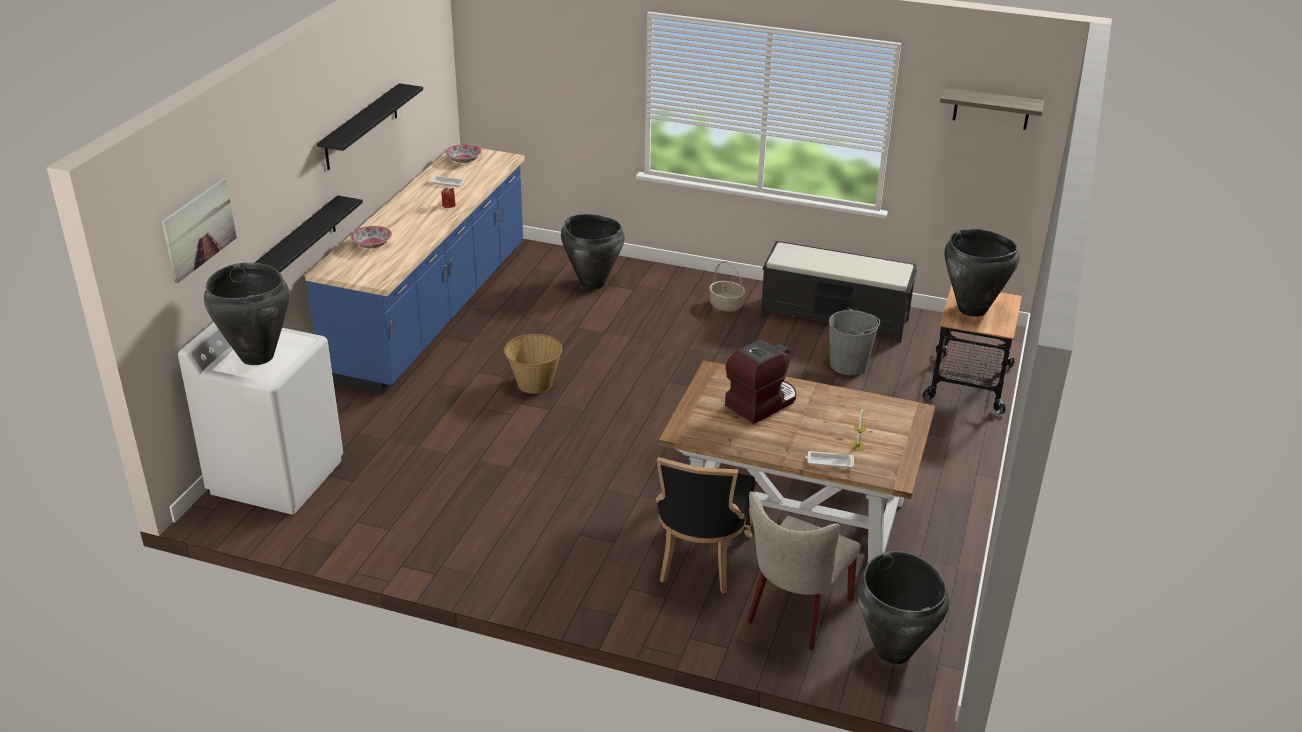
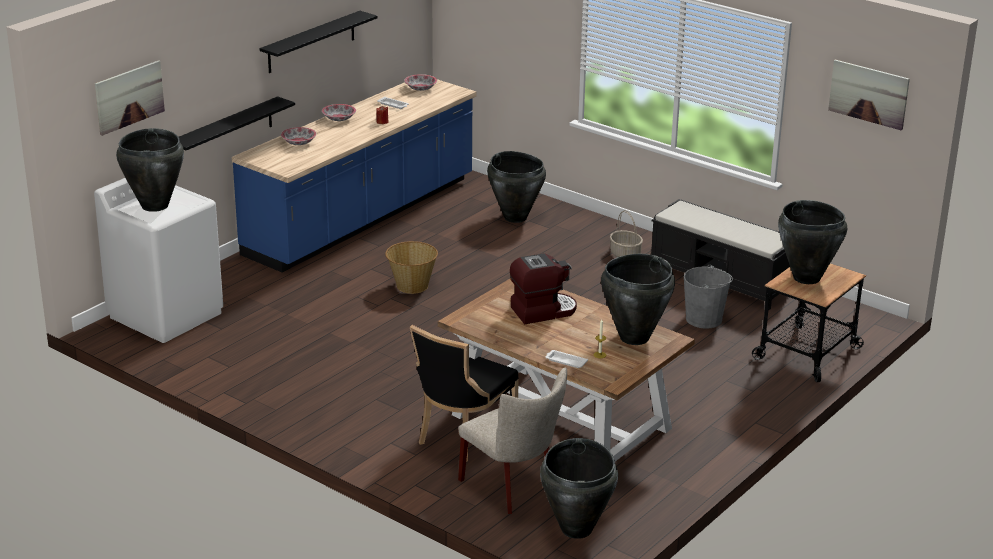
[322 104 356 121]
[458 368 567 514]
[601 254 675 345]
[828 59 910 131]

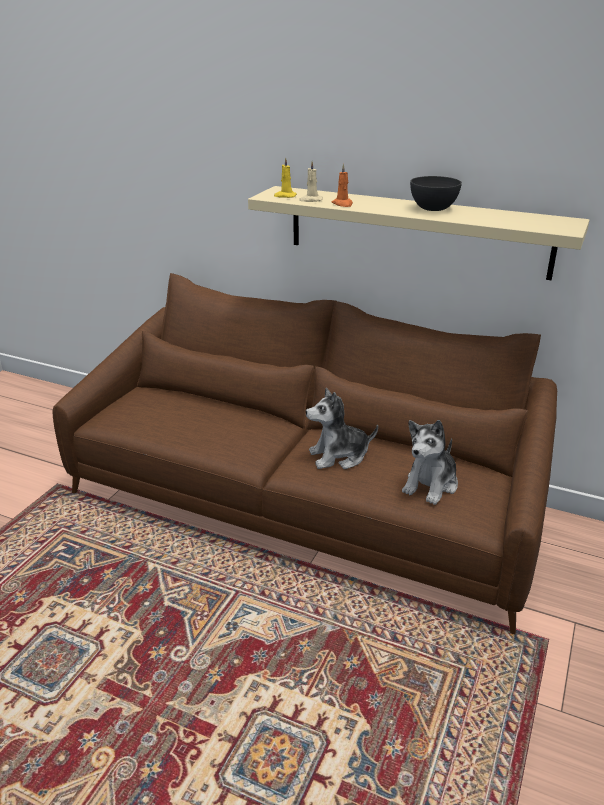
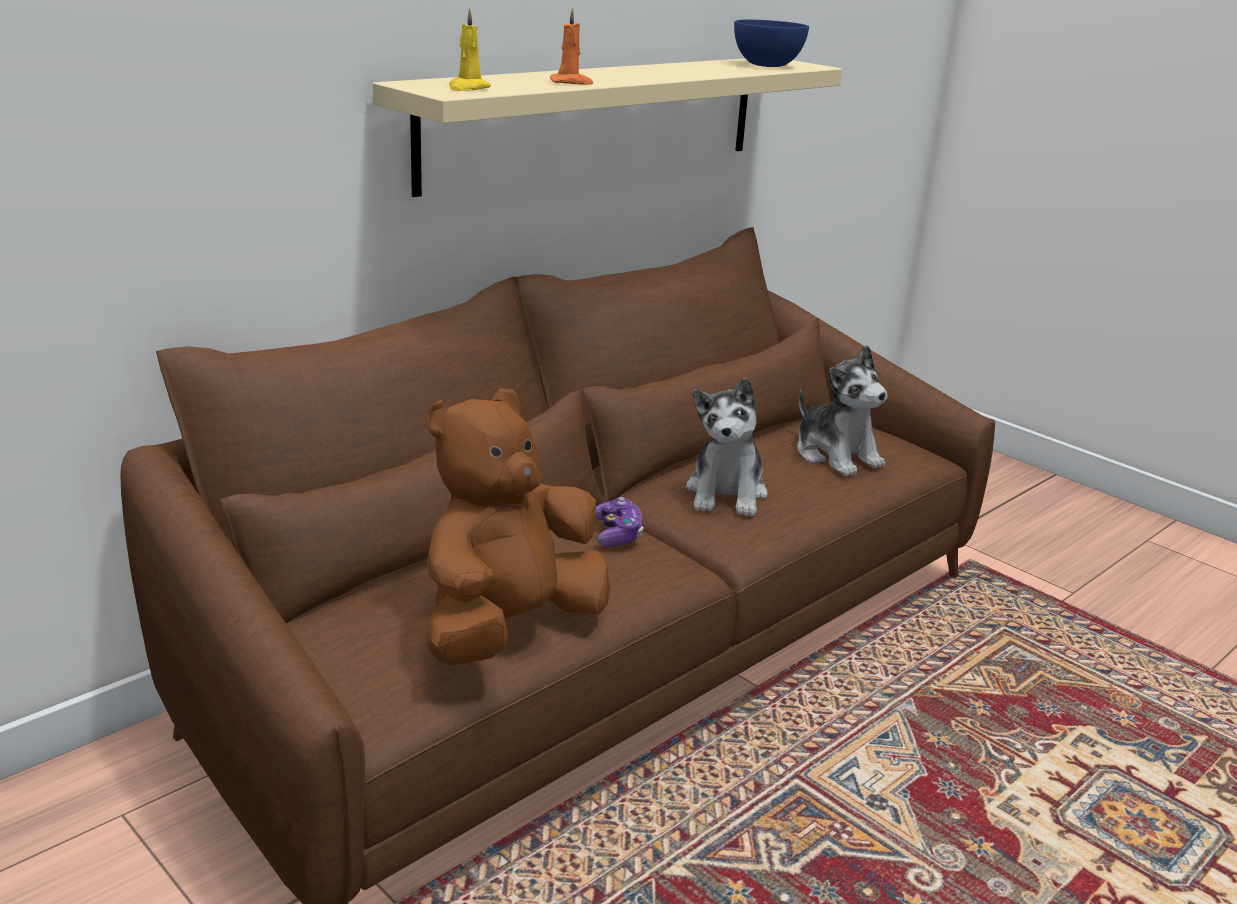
[426 388 611 665]
[595 497 644 547]
[734 19 809 67]
[299 162 323 202] (first image)
[410 176 462 211] (first image)

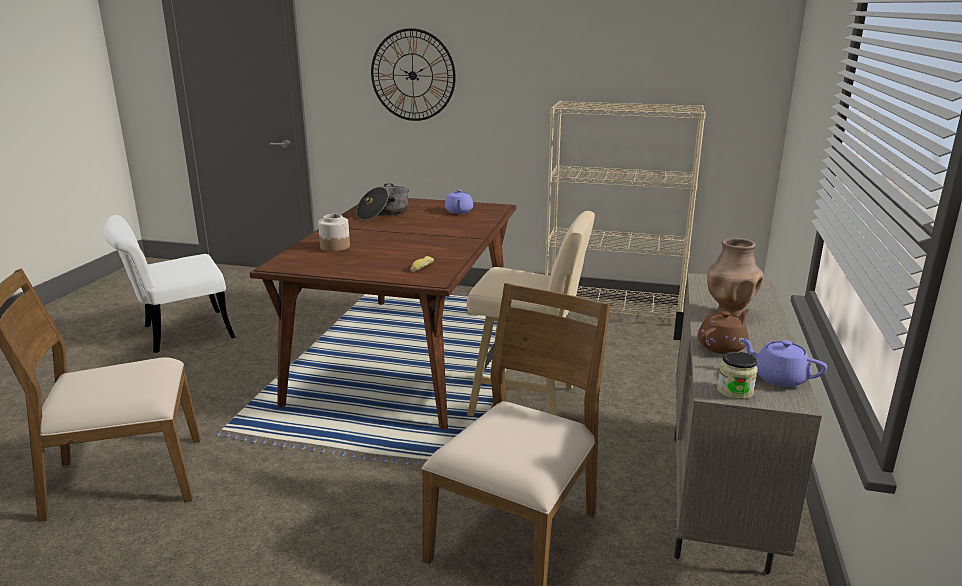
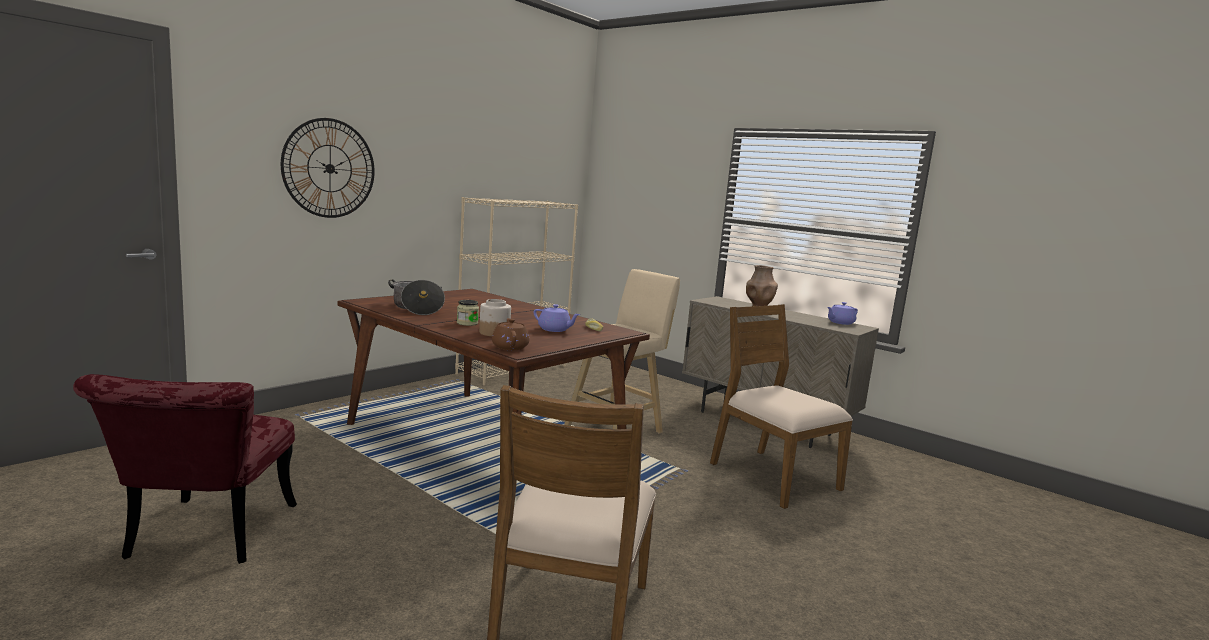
[73 374 297 564]
[457 300 479 326]
[492 318 529 350]
[534 304 580 332]

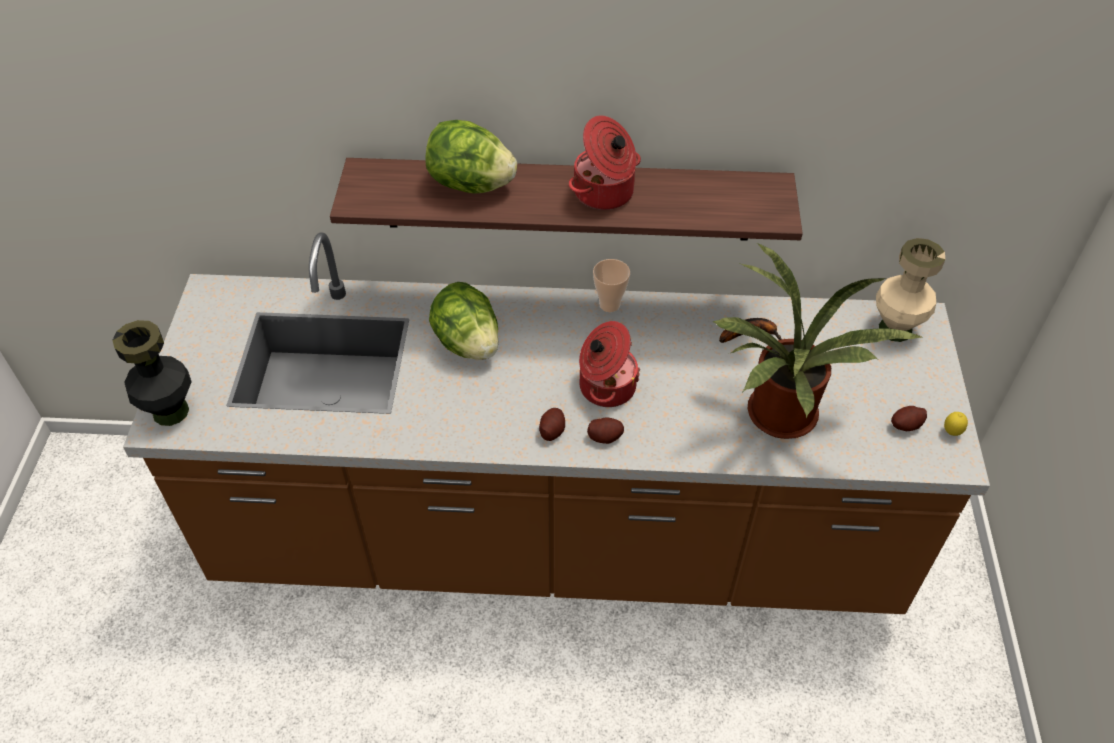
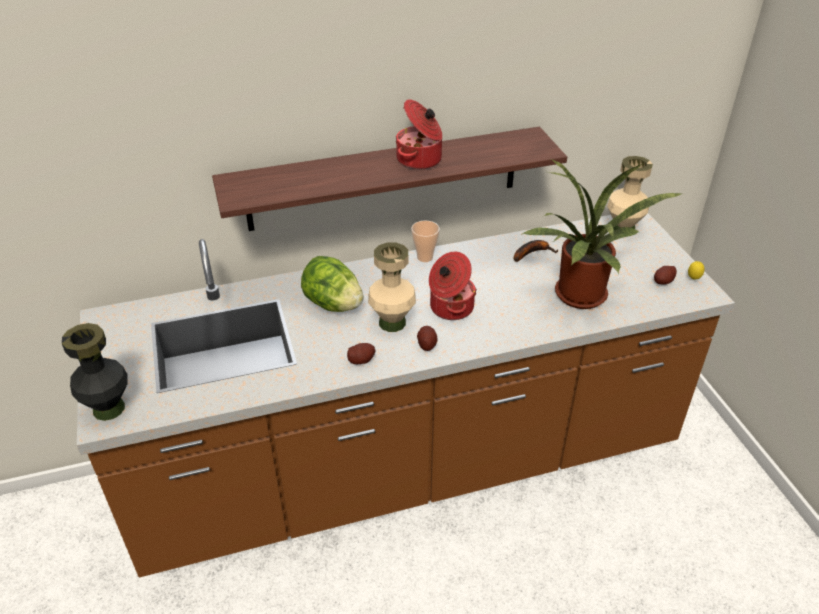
[347 343 376 364]
[368 242 416 332]
[425 120 517 194] (first image)

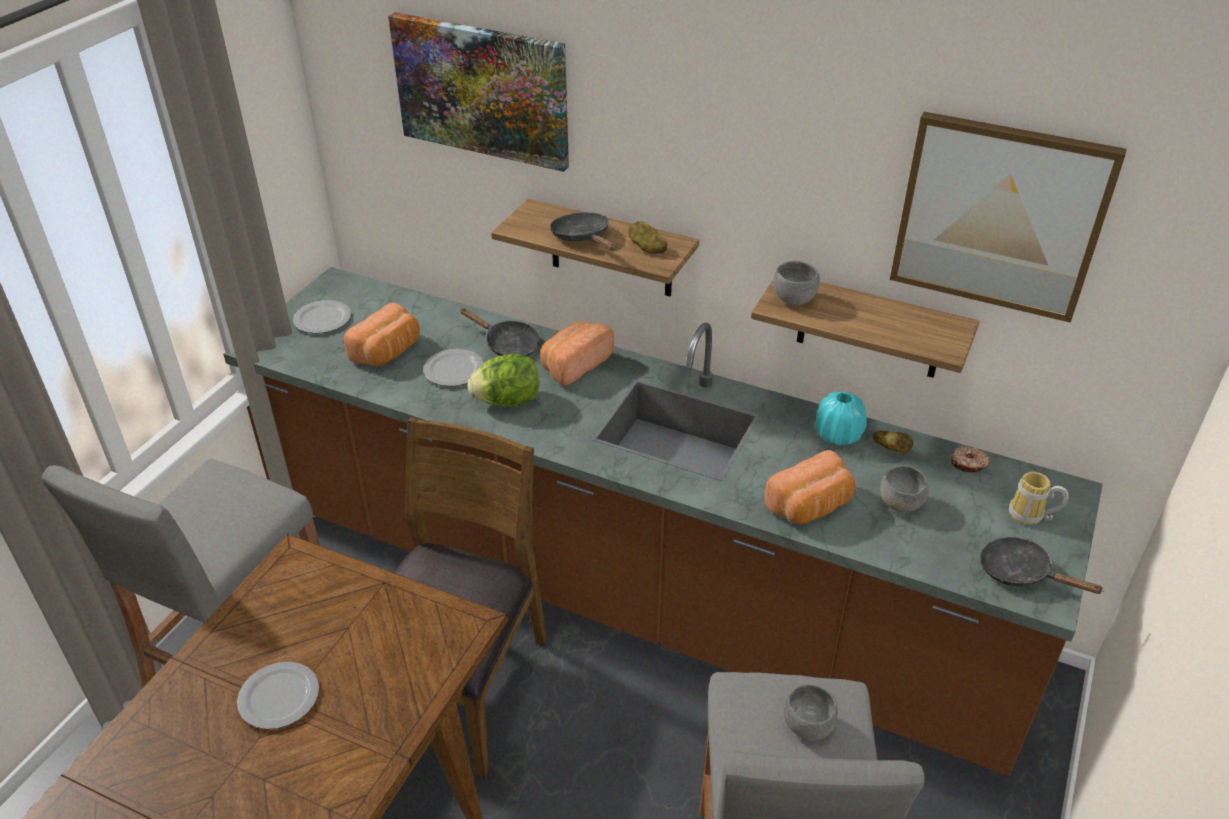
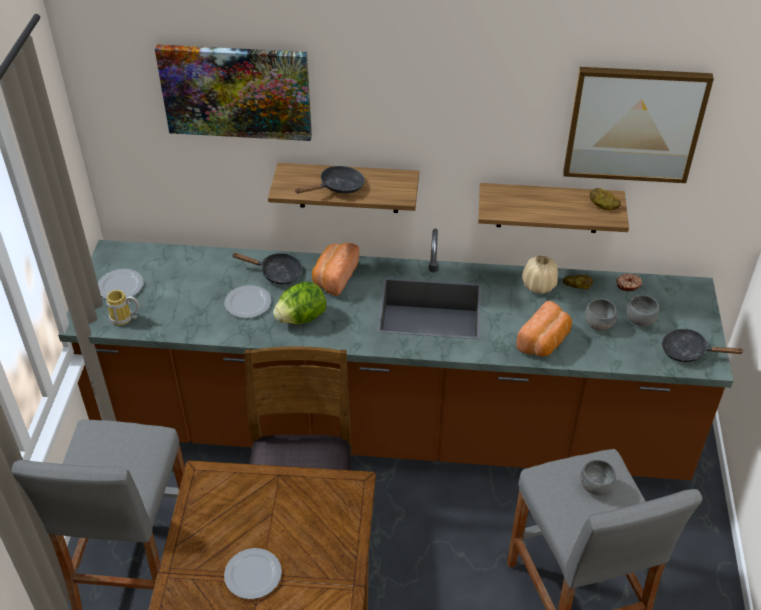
[106 290 139 325]
[294 166 365 194]
[522 256 558 293]
[590 188 621 210]
[627 295 659 327]
[344 302 420 366] (first image)

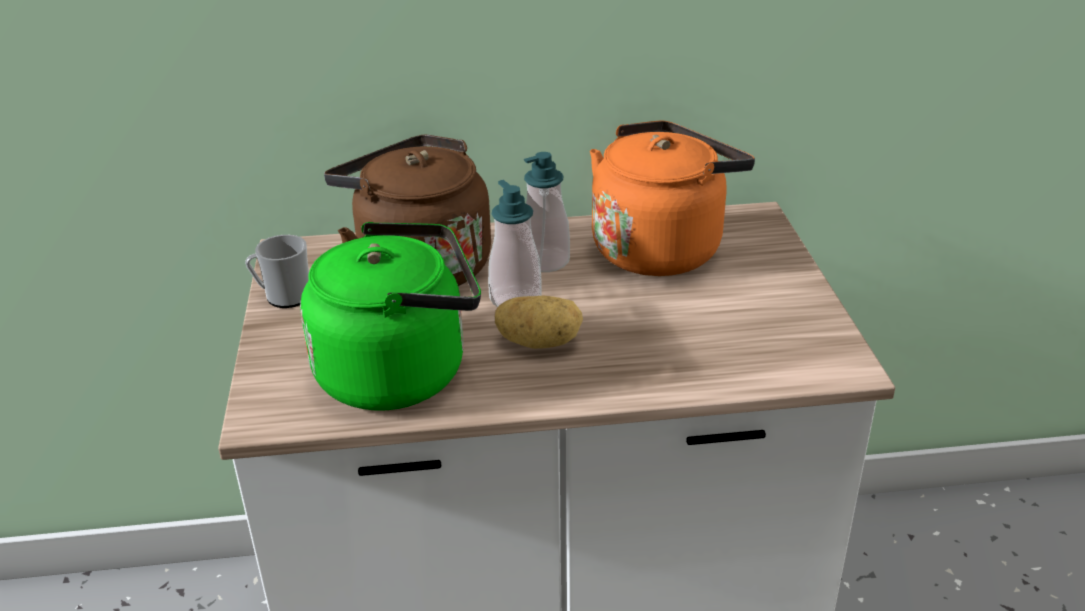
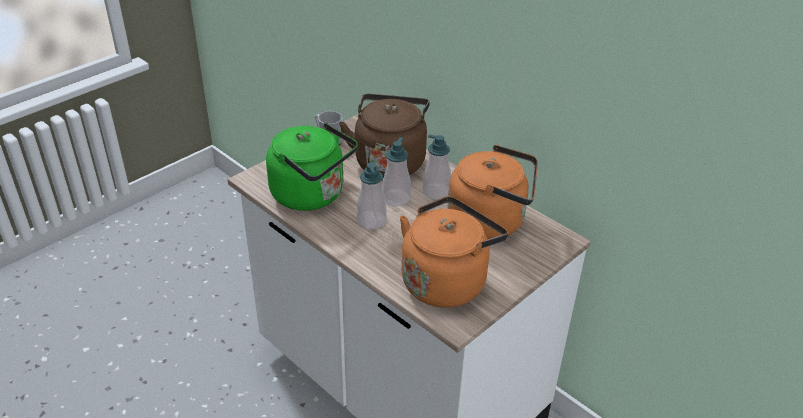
[357 162 386 229]
[400 196 508 308]

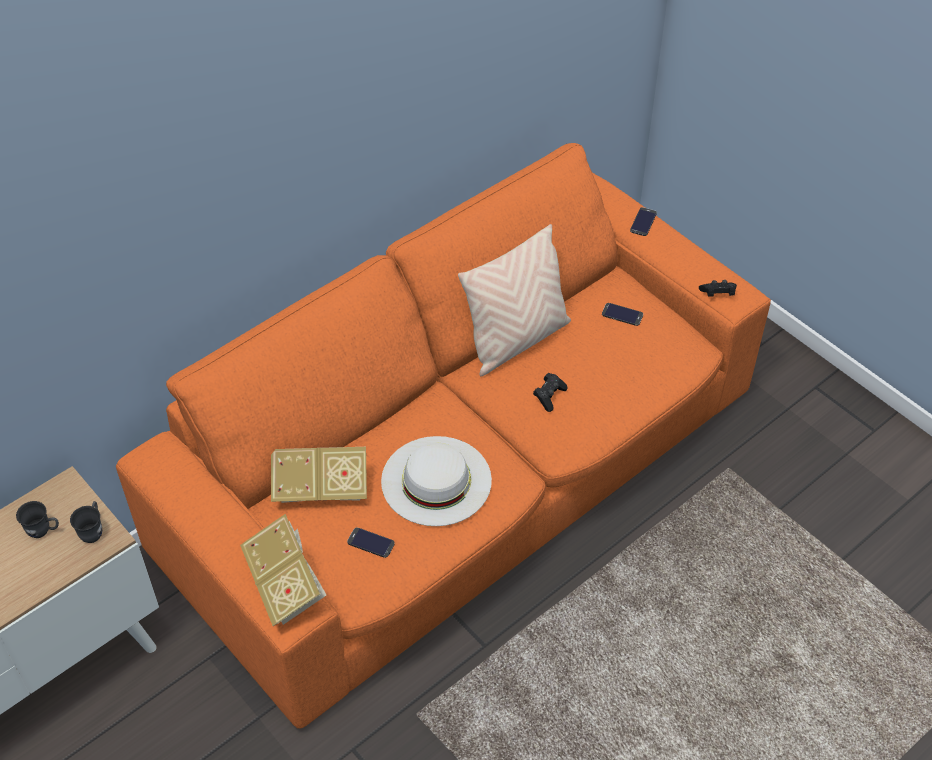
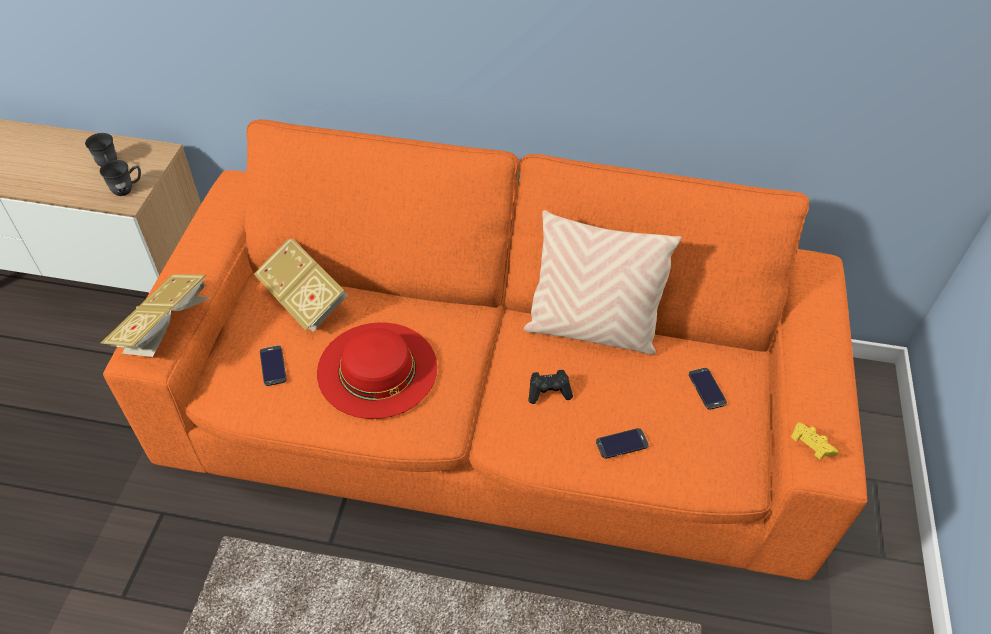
[317 322 437 419]
[596 428 649 459]
[791 422 839 459]

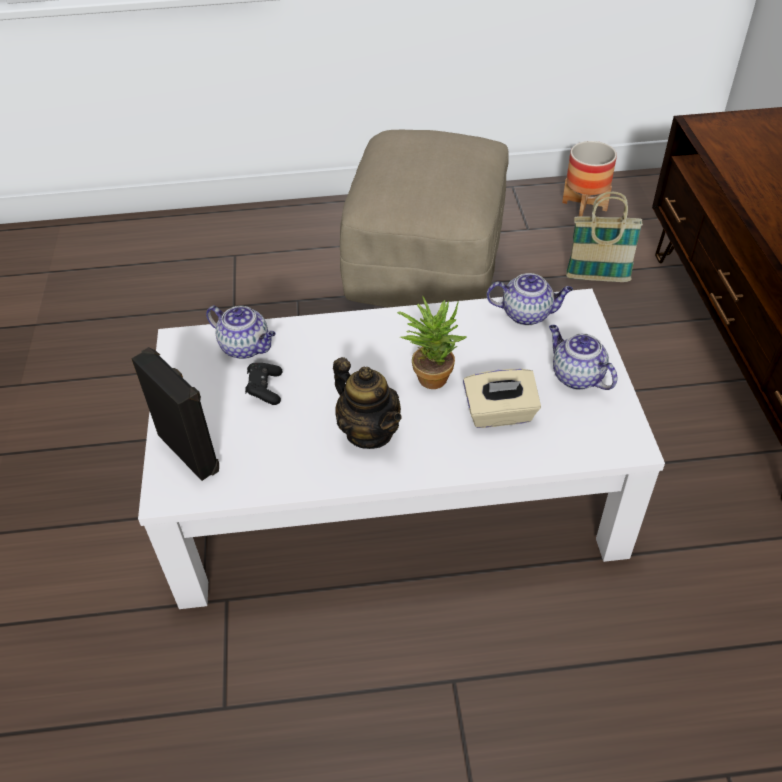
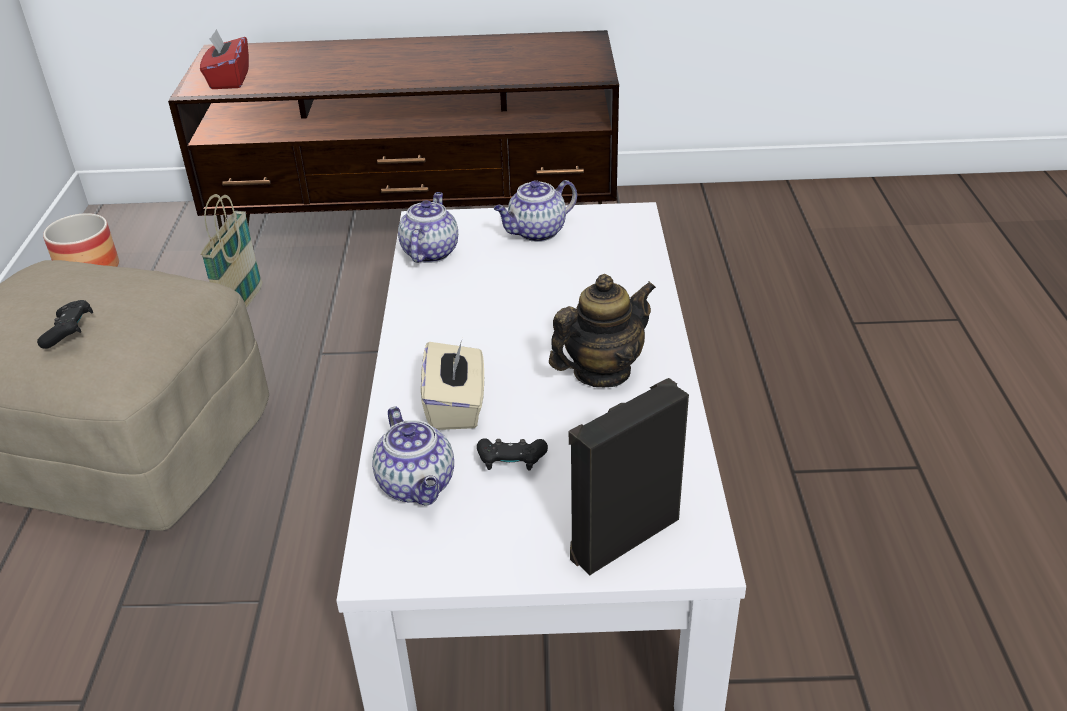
[37 300 93 349]
[200 29 249 89]
[372 406 454 505]
[421 340 484 430]
[397 297 466 389] (first image)

